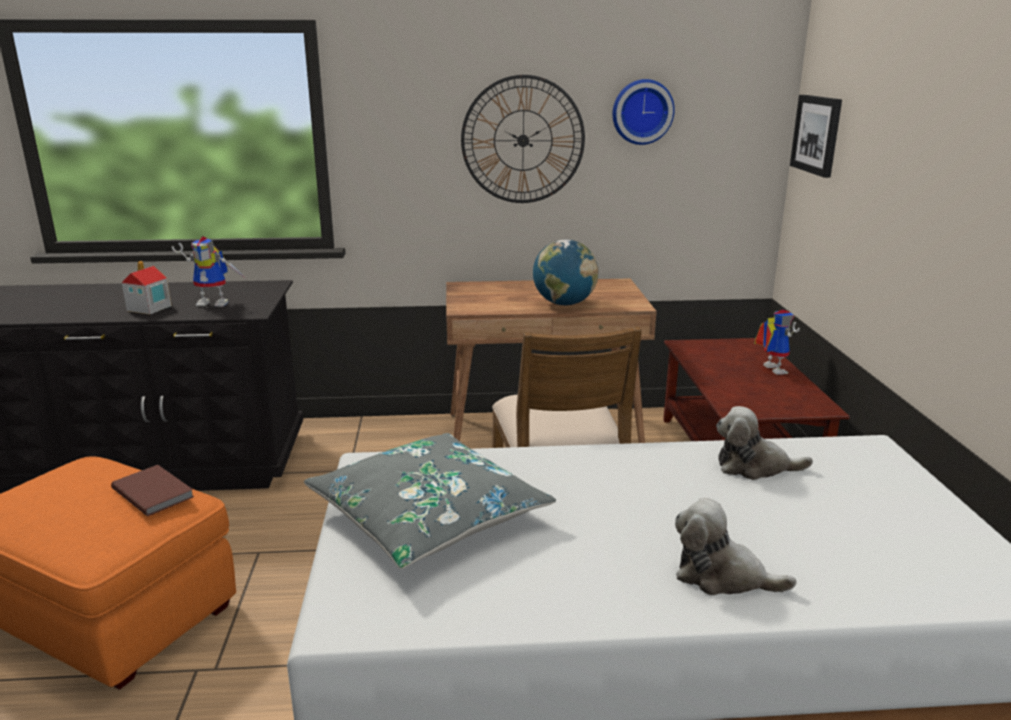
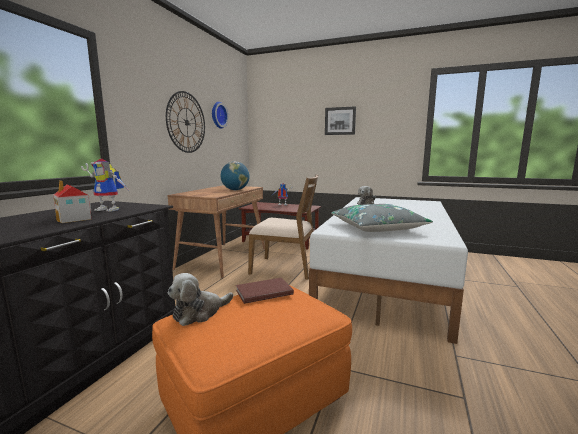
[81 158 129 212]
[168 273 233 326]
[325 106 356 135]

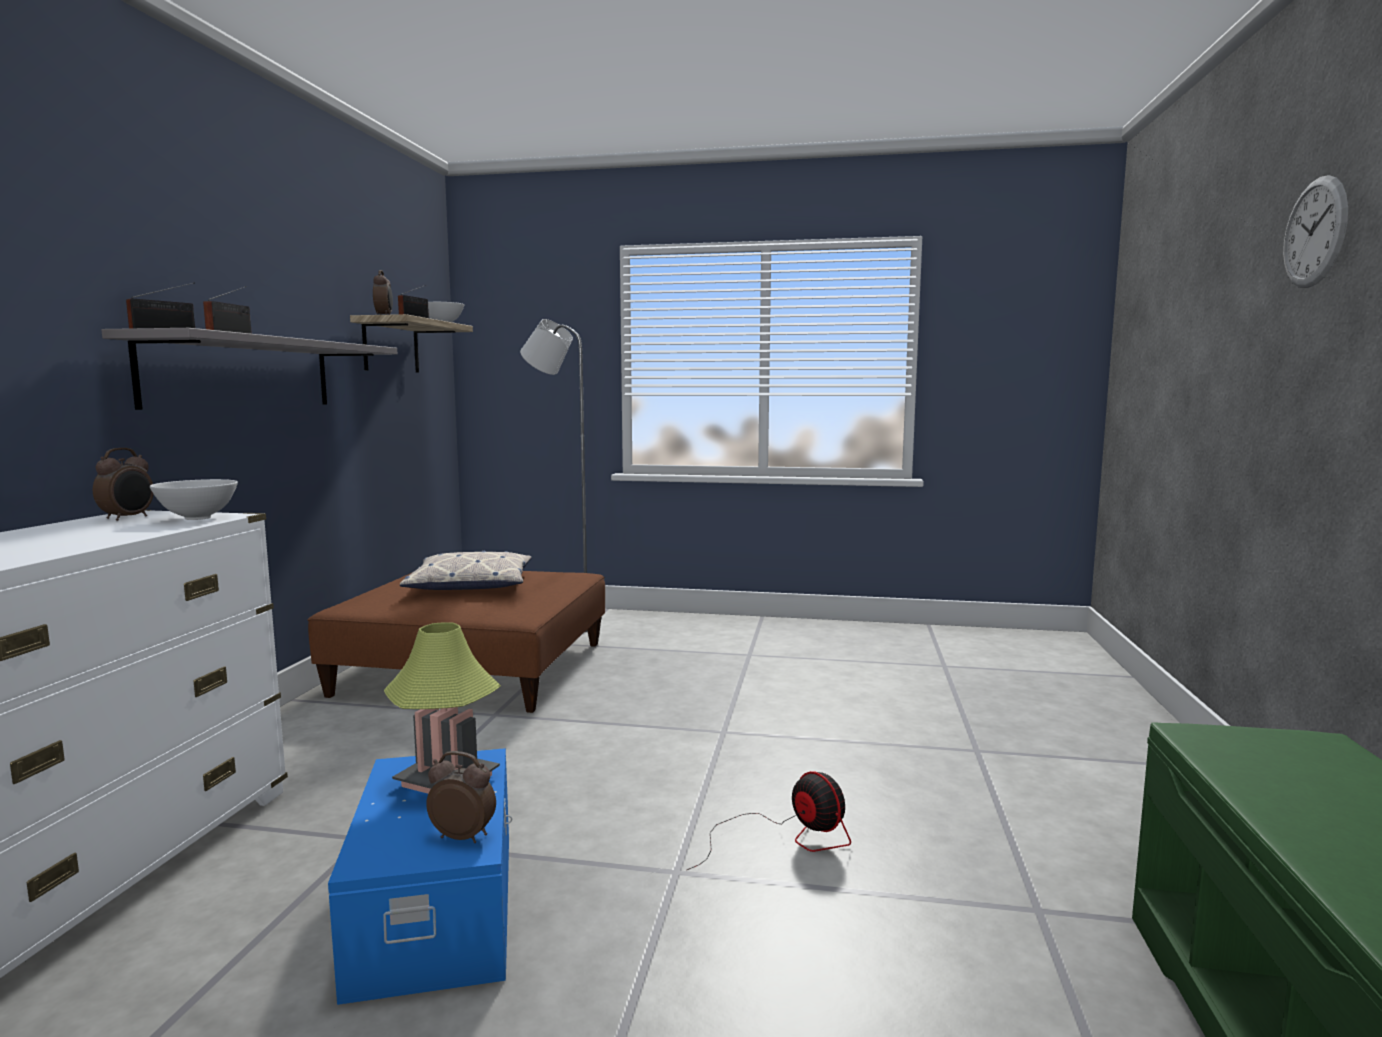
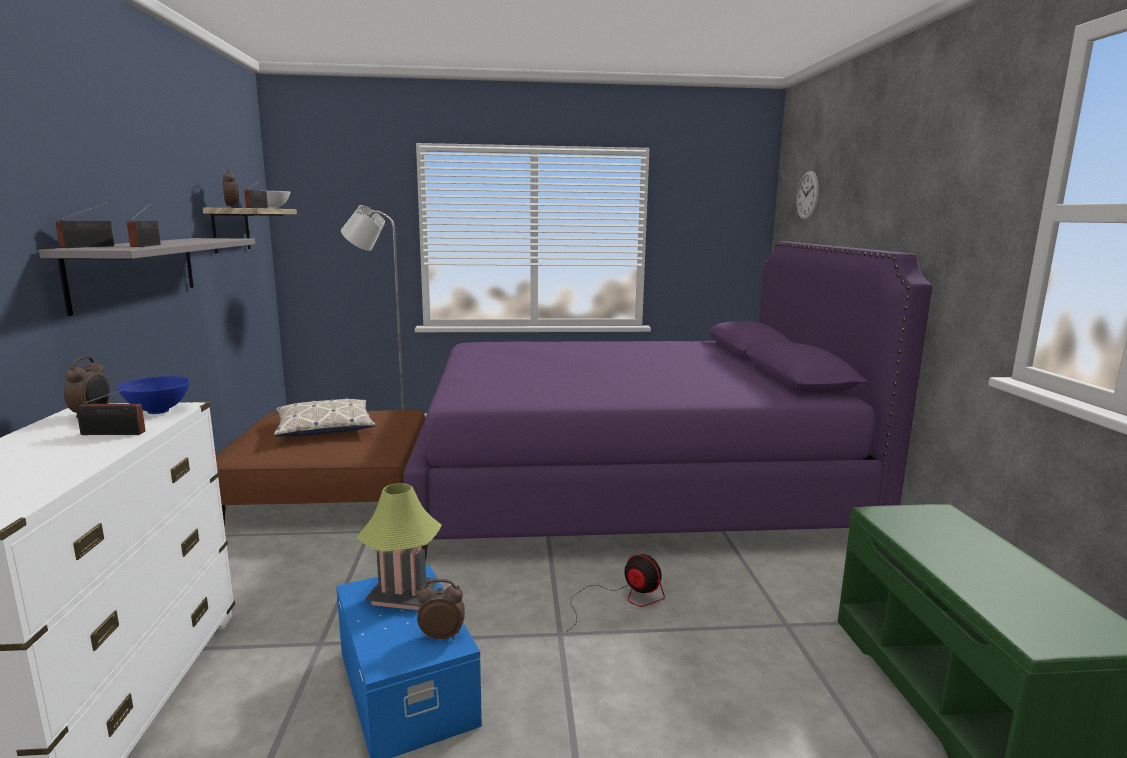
[76 383 145 435]
[117 376 190 414]
[403 241 932 562]
[796 171 819 220]

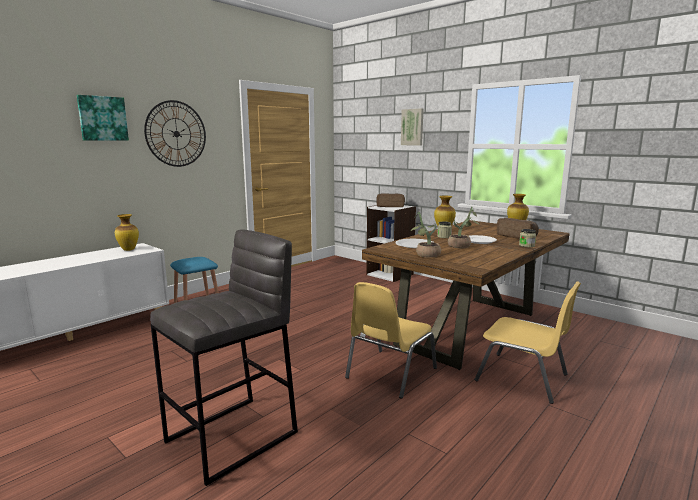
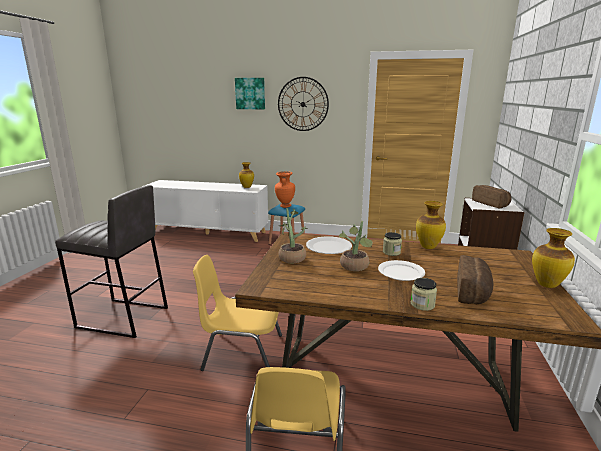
[275 171 295 208]
[401 108 423 146] (first image)

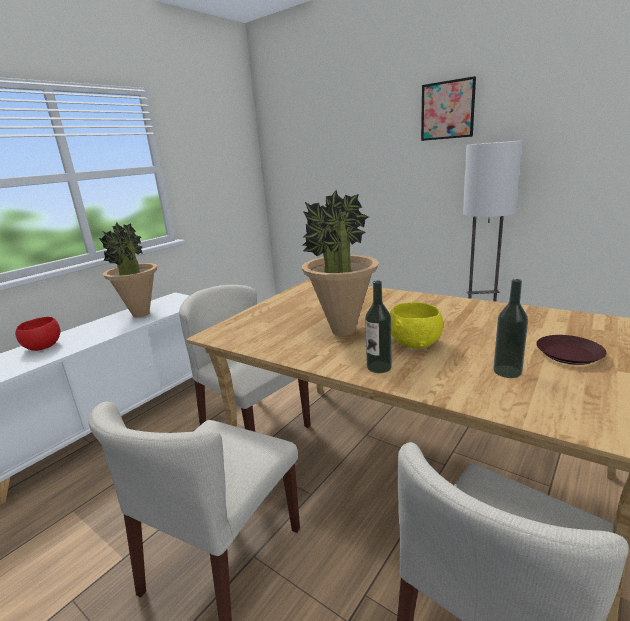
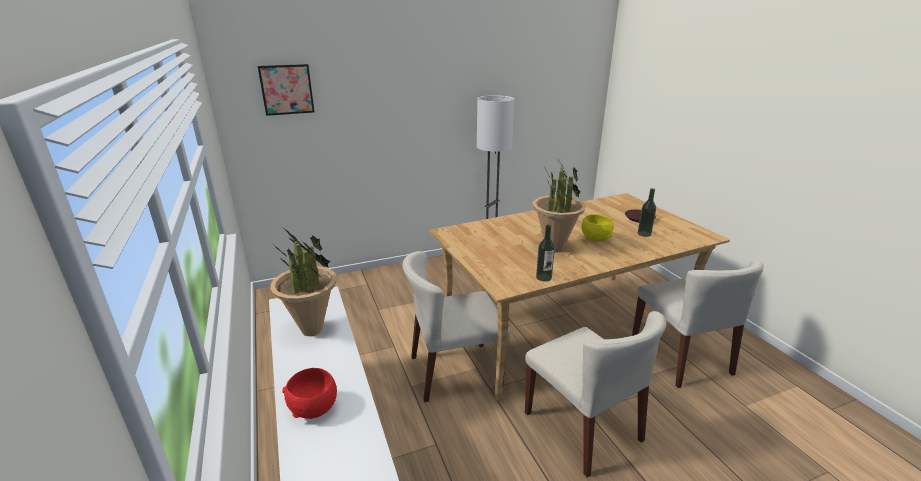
[258 64 314 116]
[536 225 555 282]

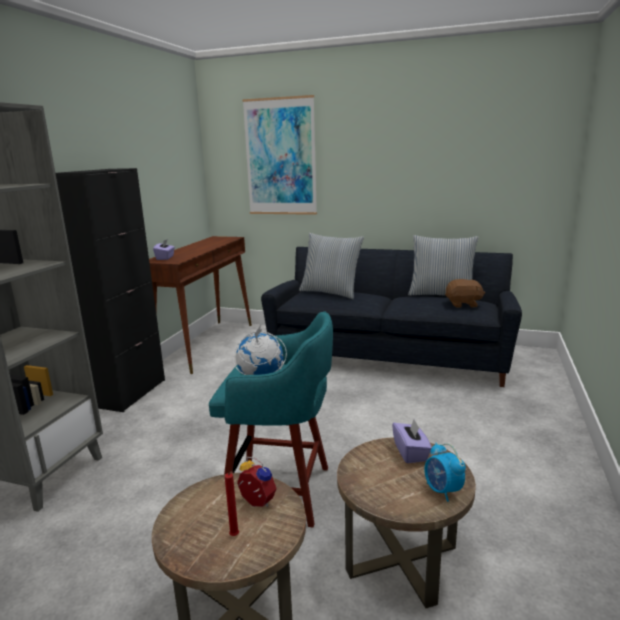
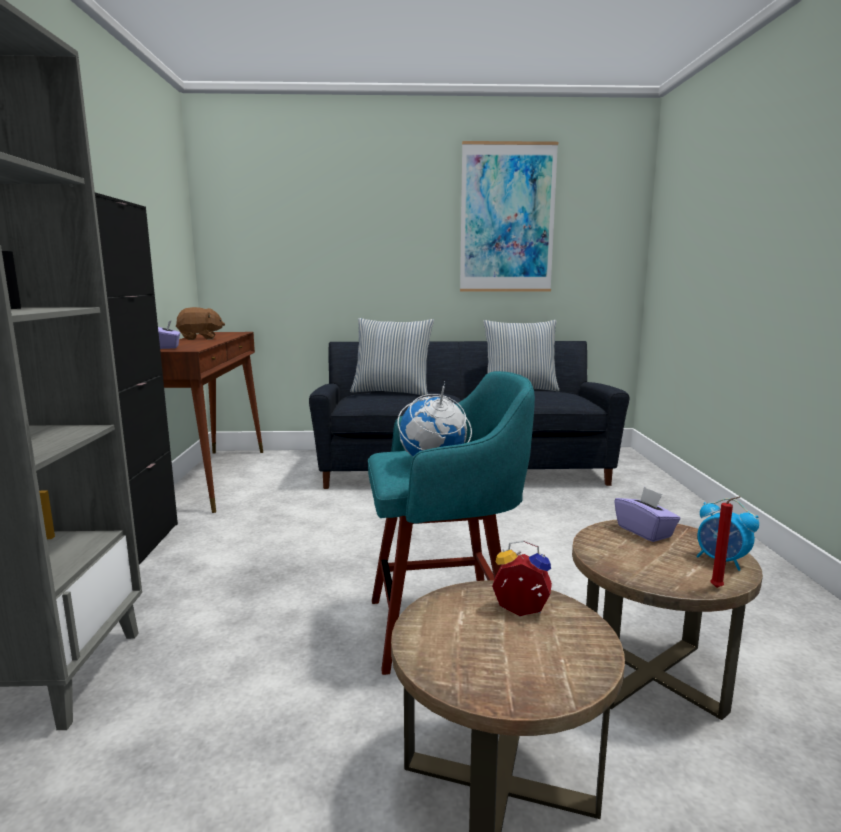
[176 307 225 340]
[460 141 558 292]
[711 497 740 588]

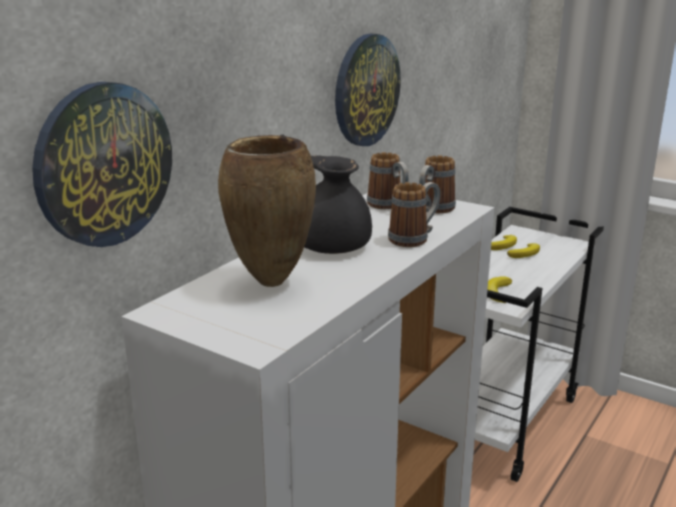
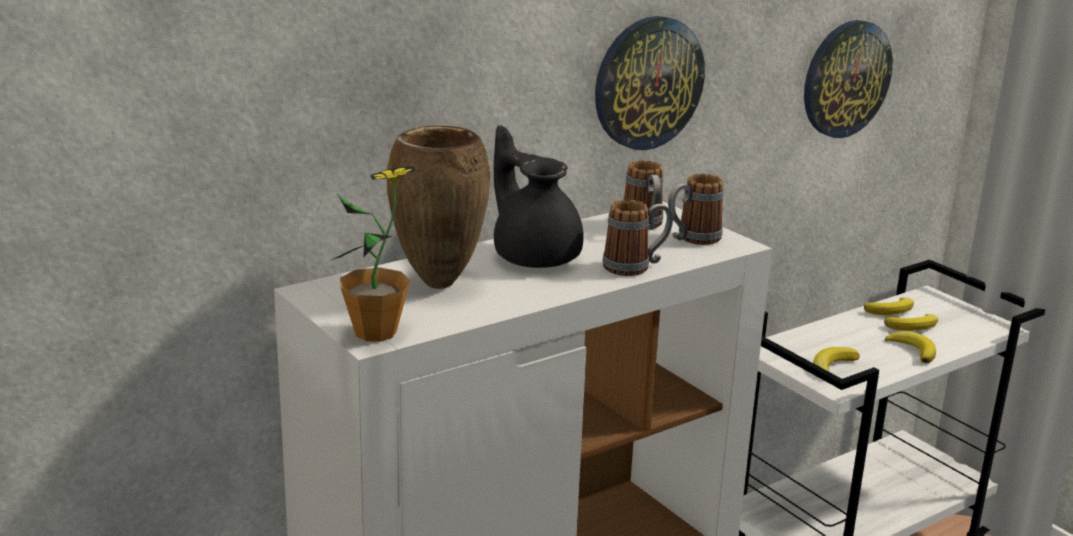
[329 166 416 342]
[804 20 893 138]
[885 331 936 363]

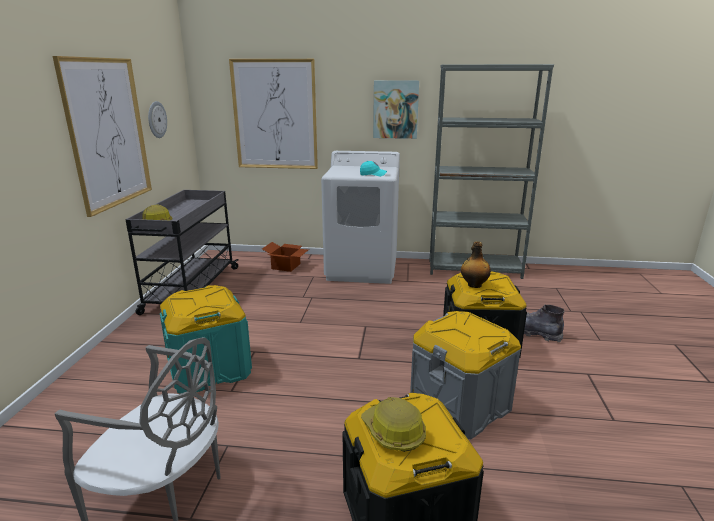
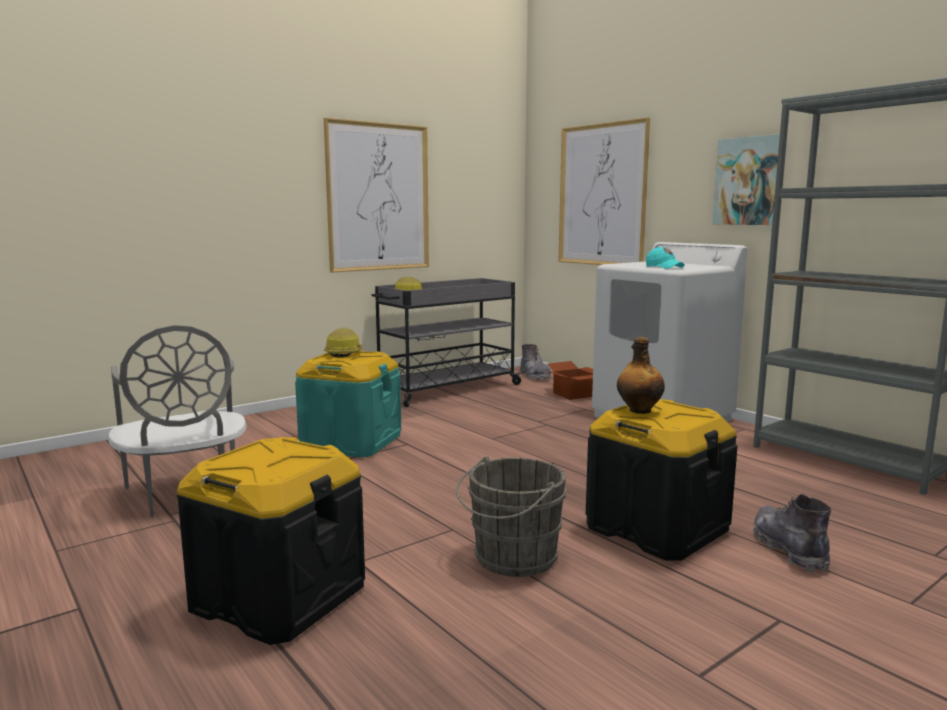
[324 328 362 358]
[456 456 566 577]
[520 344 551 380]
[148 101 167 138] (first image)

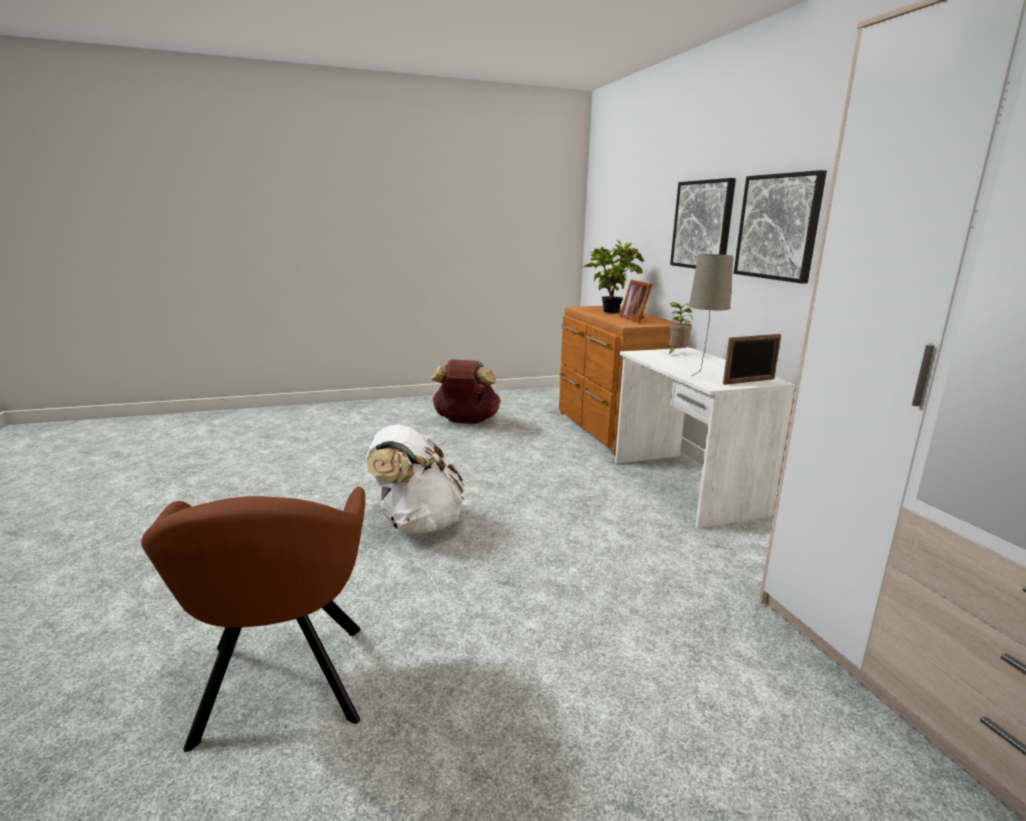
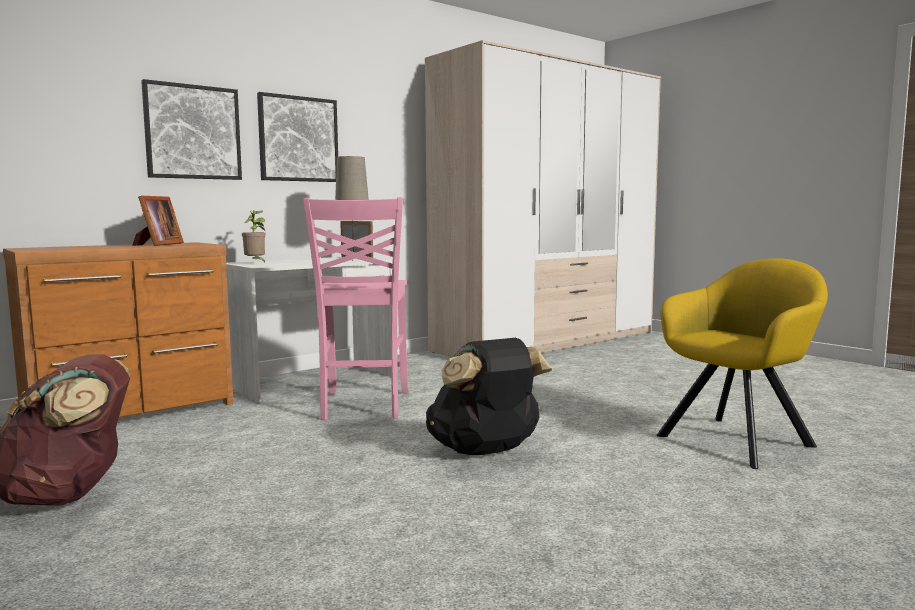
[132 196 184 246]
[303 197 408 420]
[426 338 552 455]
[656 258 828 469]
[584 240 644 313] (first image)

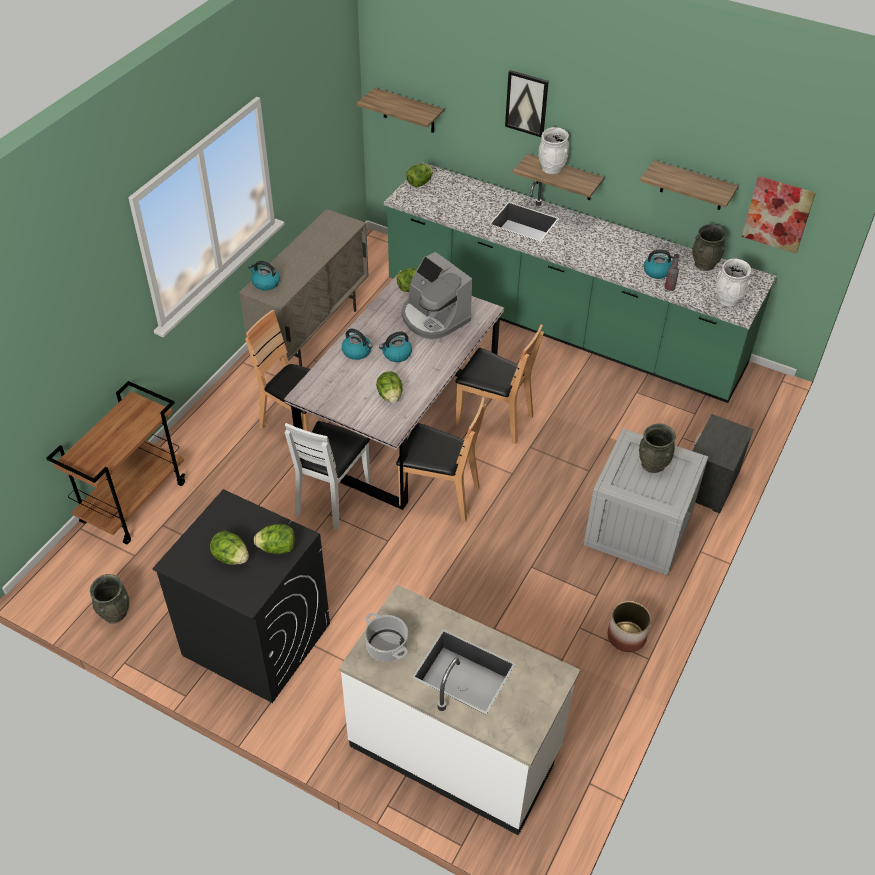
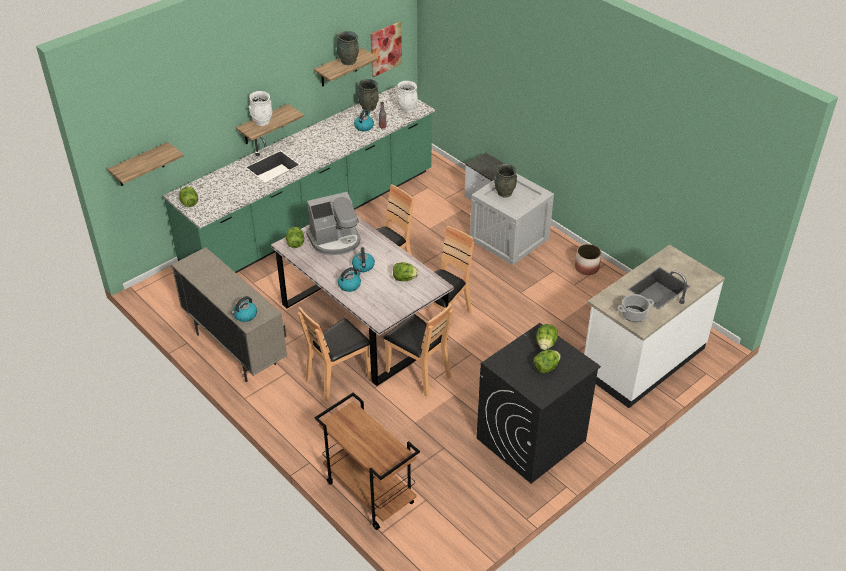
[337 31 359 65]
[383 304 453 397]
[505 70 549 138] (first image)

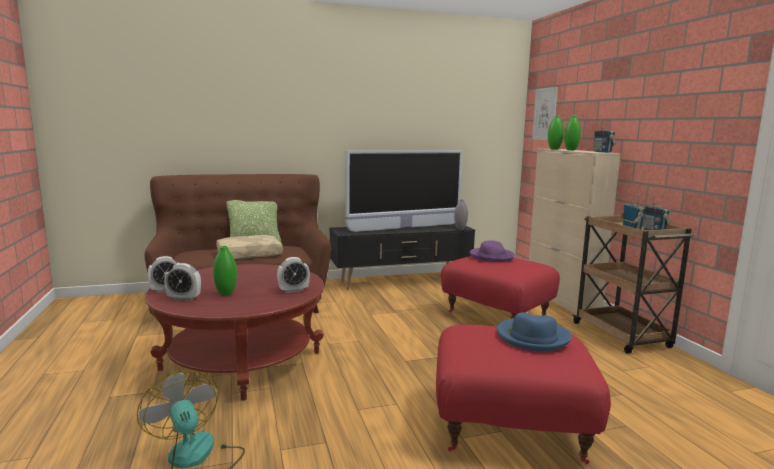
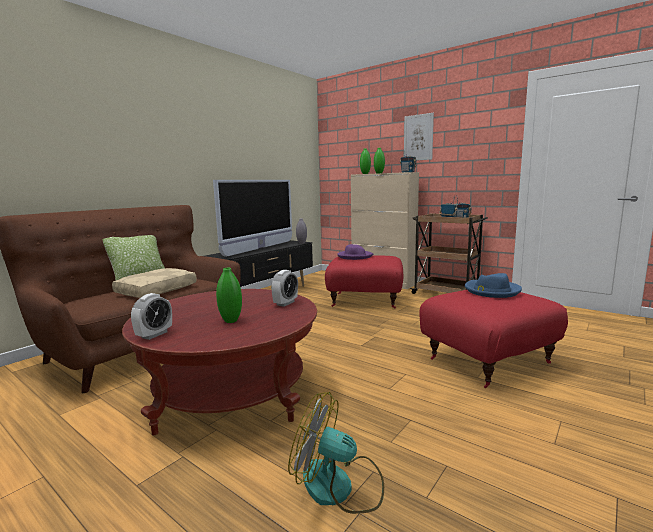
[404 113 434 160]
[164 263 201 301] (first image)

